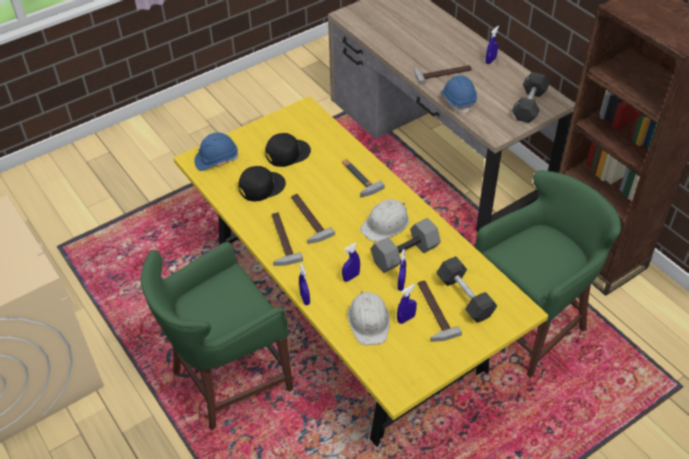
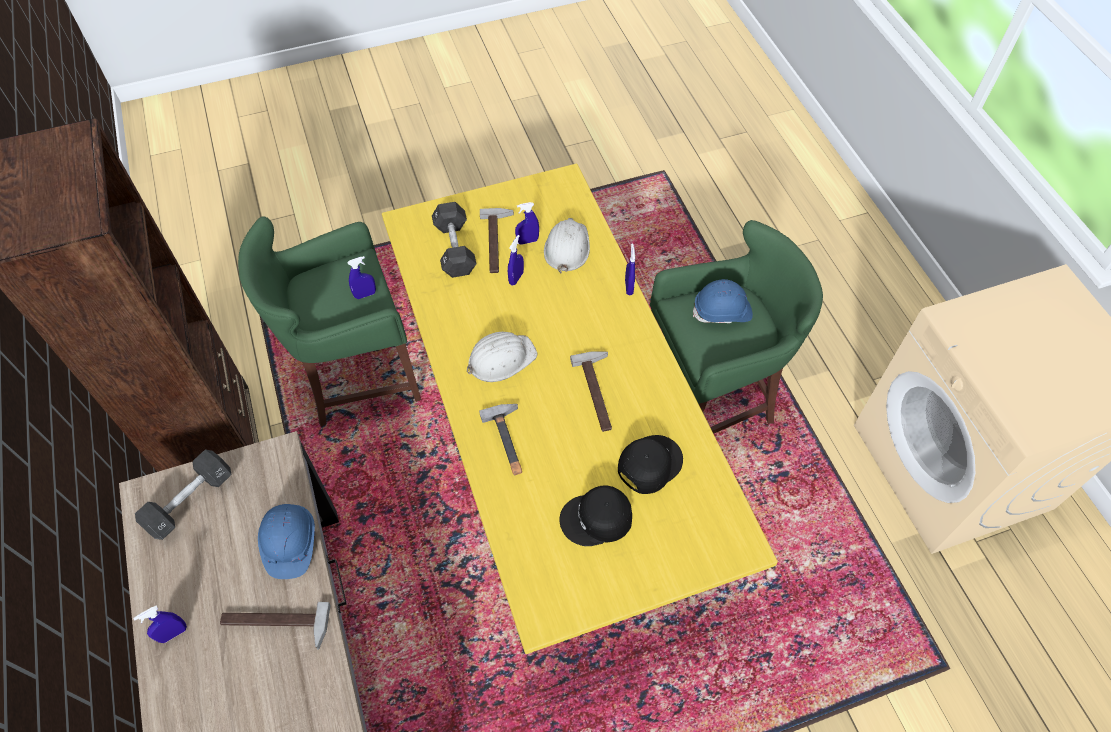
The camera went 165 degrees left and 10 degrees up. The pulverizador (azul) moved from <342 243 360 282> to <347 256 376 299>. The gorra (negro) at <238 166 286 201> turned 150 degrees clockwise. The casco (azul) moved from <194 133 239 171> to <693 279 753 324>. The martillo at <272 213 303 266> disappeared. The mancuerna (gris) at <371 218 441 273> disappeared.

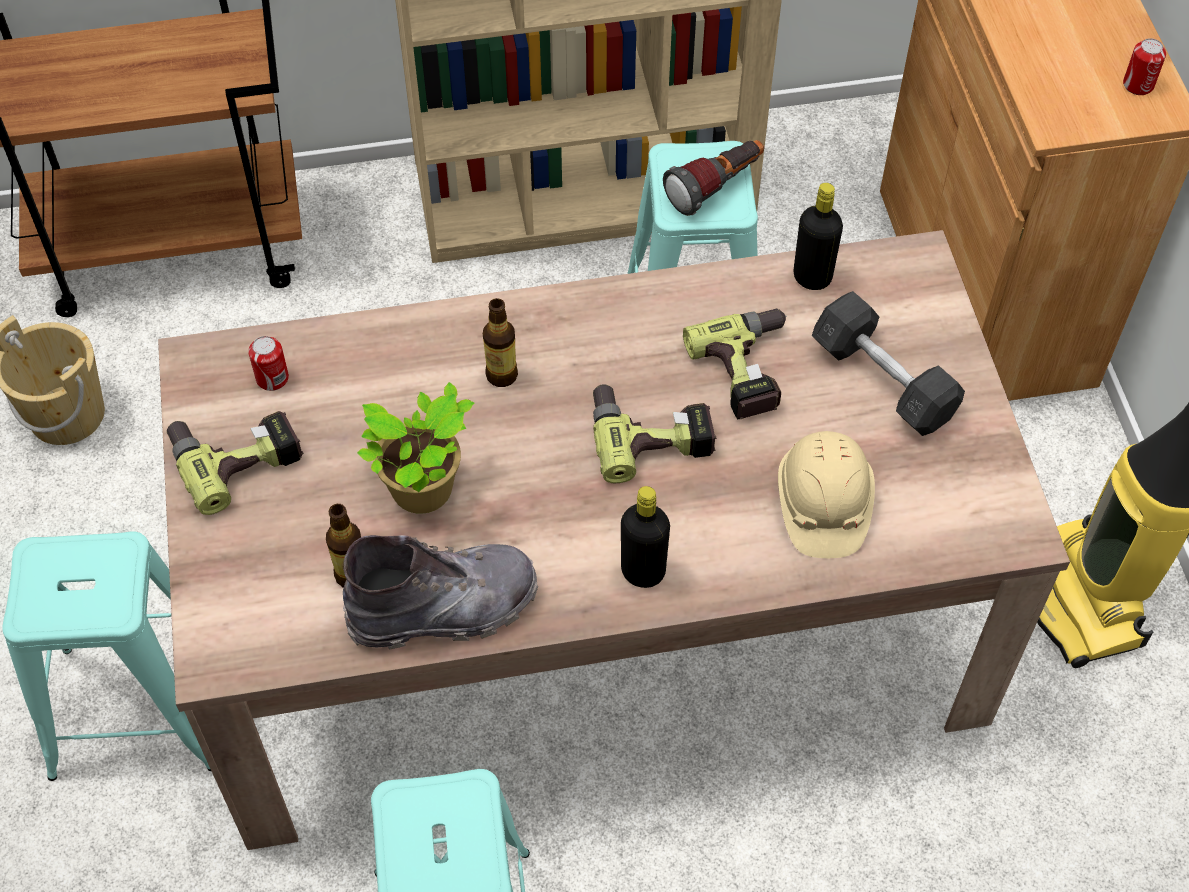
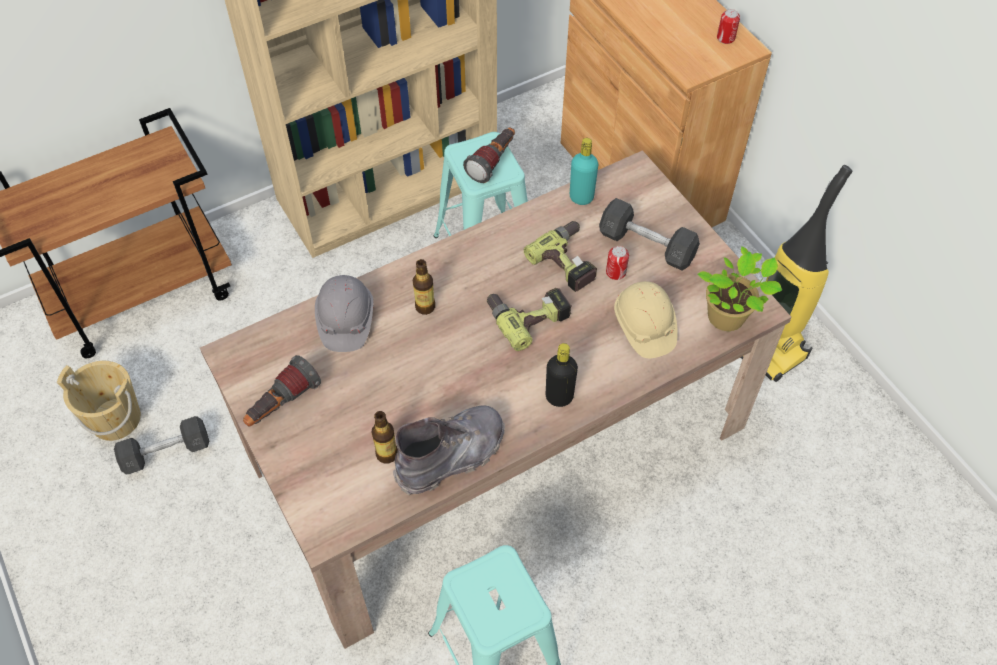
The camera went 20 degrees left and 0 degrees up. The mancuerna (gris) at <114 416 209 475> appeared. The taladro at <167 411 303 515> was replaced by the linterna at <243 355 321 427>. The casco (gris) at <315 275 373 352> appeared. The botella (negro) at <794 183 843 290> became the botella (turquesa) at <570 138 598 205>. The lata moved from <248 336 289 391> to <606 246 629 280>. The planta en maceta moved from <357 382 474 514> to <697 246 782 331>. The taburete (turquesa) at <2 531 211 781> disappeared.

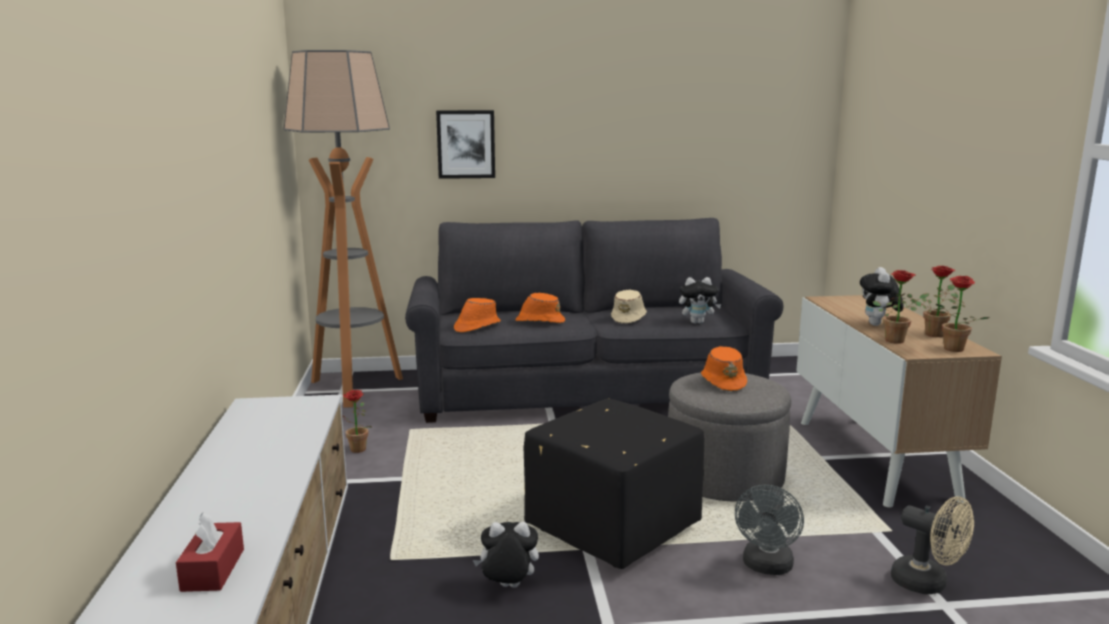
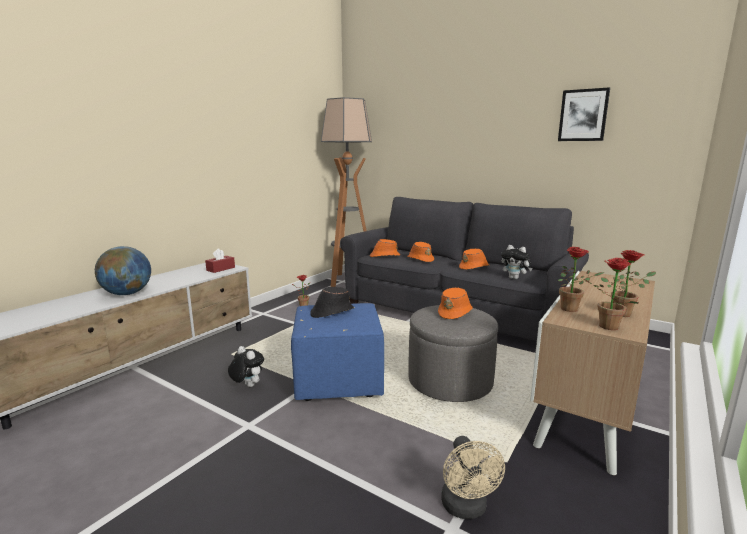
The camera went 40 degrees right and 0 degrees up. The globo terráqueo at <95 246 151 295> appeared. The caja de pañuelos (rojo) moved from <176 512 244 592> to <205 248 235 273>. The puf (negro) at <524 399 704 569> became the puf (azul) at <291 303 384 401>. The sombrero (negro) at <310 287 354 318> appeared. The sombrero (beis) at <611 290 647 324> became the sombrero (naranja) at <459 249 490 270>. The cuadro moved from <436 110 495 179> to <558 87 610 141>. The ventilador (gris) at <735 485 804 575> disappeared. The peluche at <860 267 903 326> disappeared.

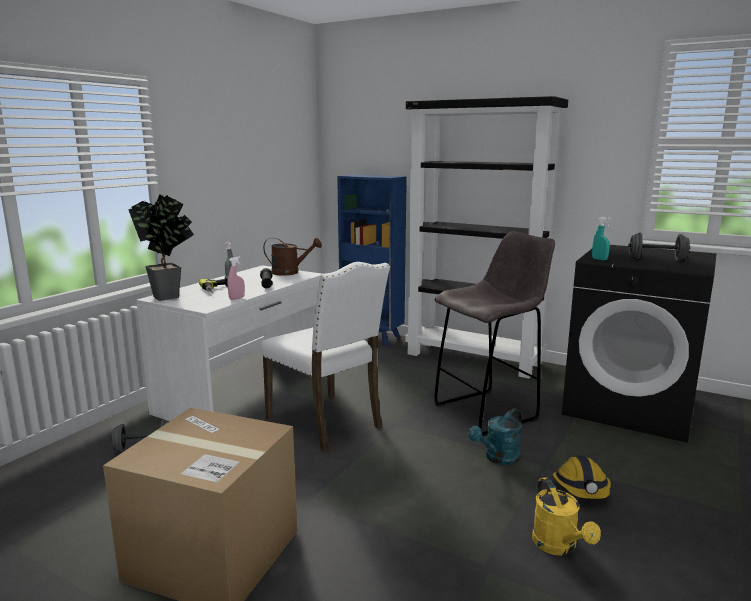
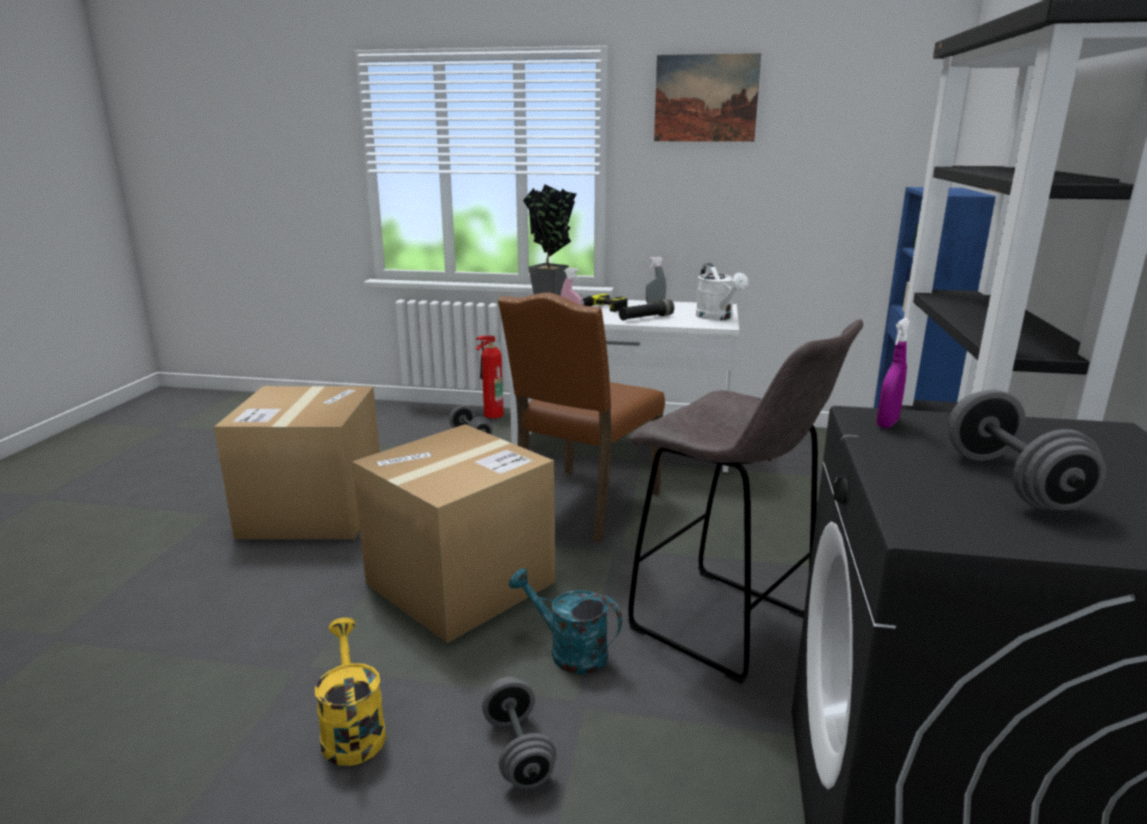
The camera went 70 degrees right and 5 degrees up. The regadera (amarillo) at <532 477 601 556> turned 105 degrees clockwise. The caja de cartón at <352 424 555 643> appeared. The extintor at <476 336 504 419> appeared. The casco at <553 456 611 499> was replaced by the mancuerna (gris) at <482 677 556 789>. The silla (blanco) at <261 262 390 451> became the silla (marrón) at <498 293 665 543>. The cuadro at <654 53 761 142> appeared. The regadera (marrón) at <263 237 322 276> became the regadera (blanco) at <696 263 748 320>. The pulverizador (turquesa) at <592 217 611 260> became the pulverizador (morado) at <877 318 910 428>.

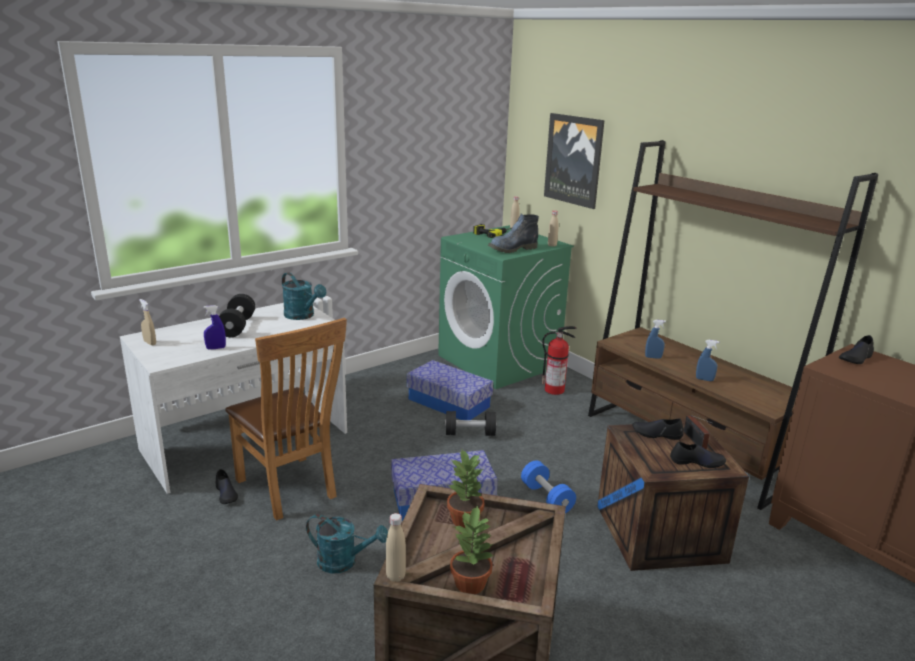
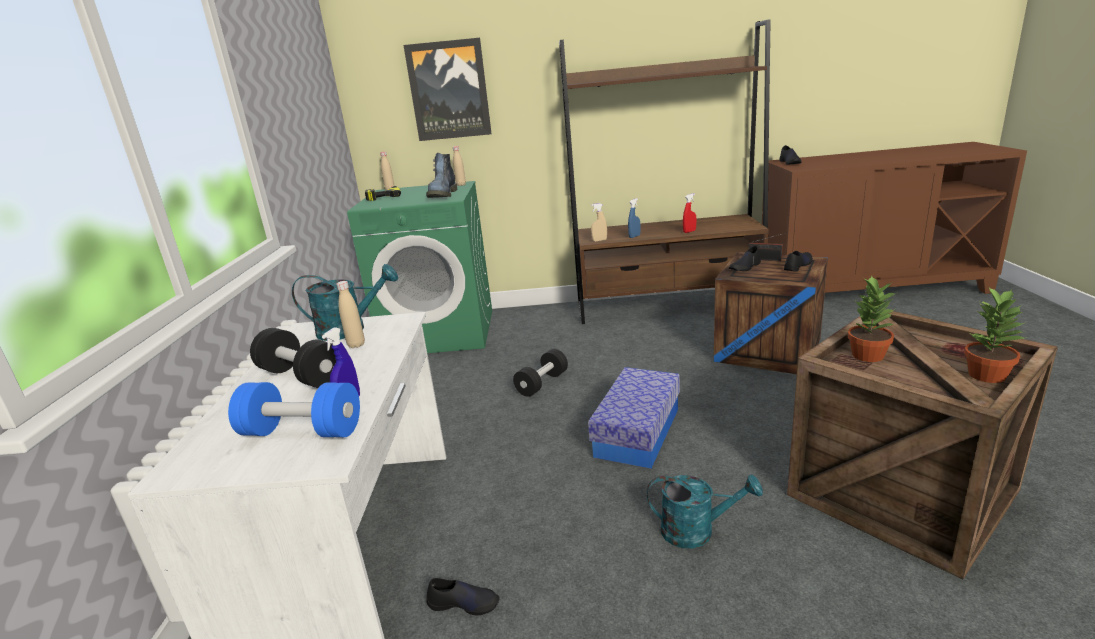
The camera went 50 degrees left and 0 degrees up. The mancuerna (azul) moved from <521 460 576 513> to <228 382 360 437>. The botella (beis) moved from <386 513 406 582> to <337 281 365 348>. The pulverizador (beis) moved from <139 299 156 345> to <591 203 607 242>. The regadera (turquesa) at <306 514 388 574> turned 45 degrees clockwise. The pulverizador (azul) at <696 340 720 381> became the pulverizador (rojo) at <683 193 696 233>. The silla (marrón) at <225 318 347 521> disappeared. The caja de almacenaje at <407 360 493 420> disappeared. The extintor at <542 326 576 395> disappeared.

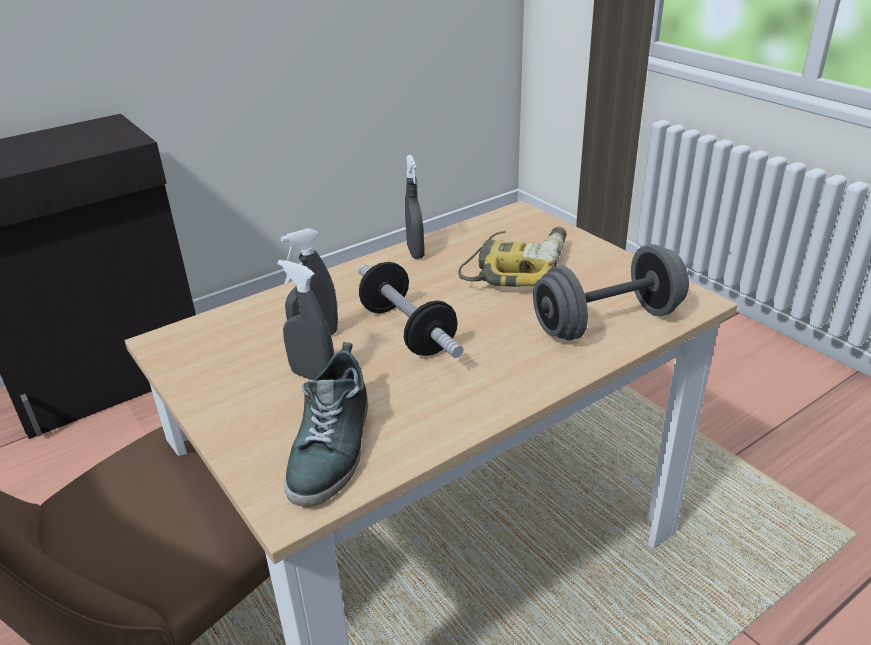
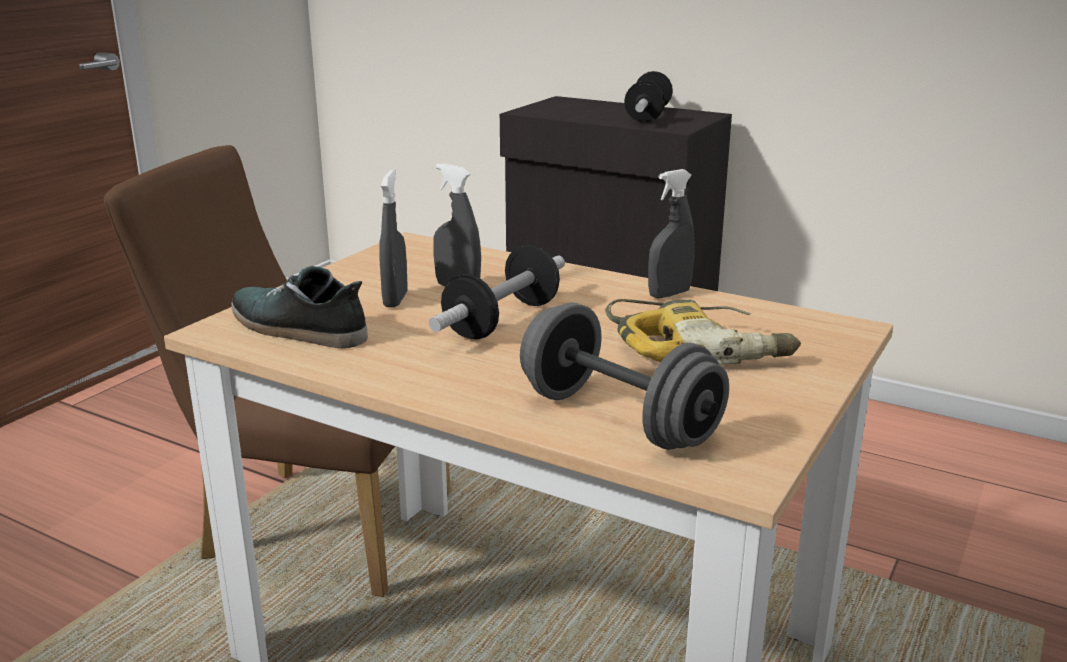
The camera went 65 degrees right and 10 degrees down. The zapato at <284 342 368 507> turned 45 degrees clockwise. The mancuerna at <624 71 673 122> appeared.

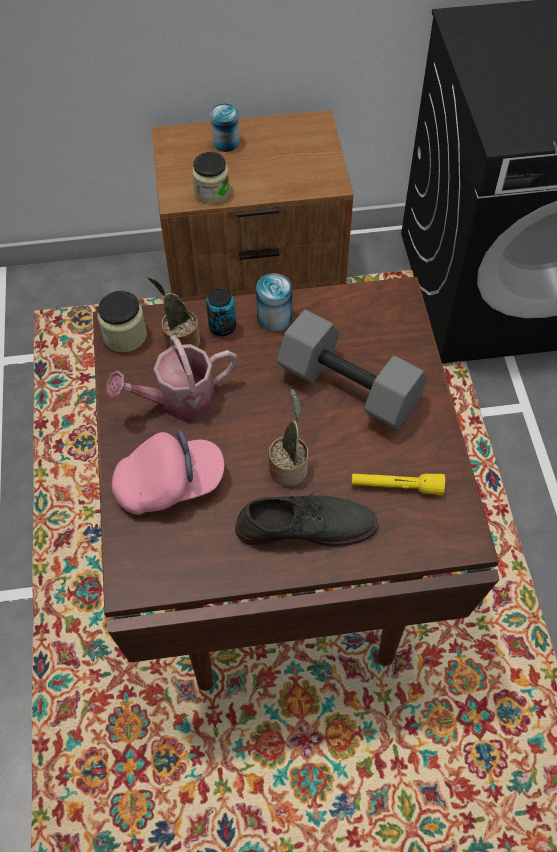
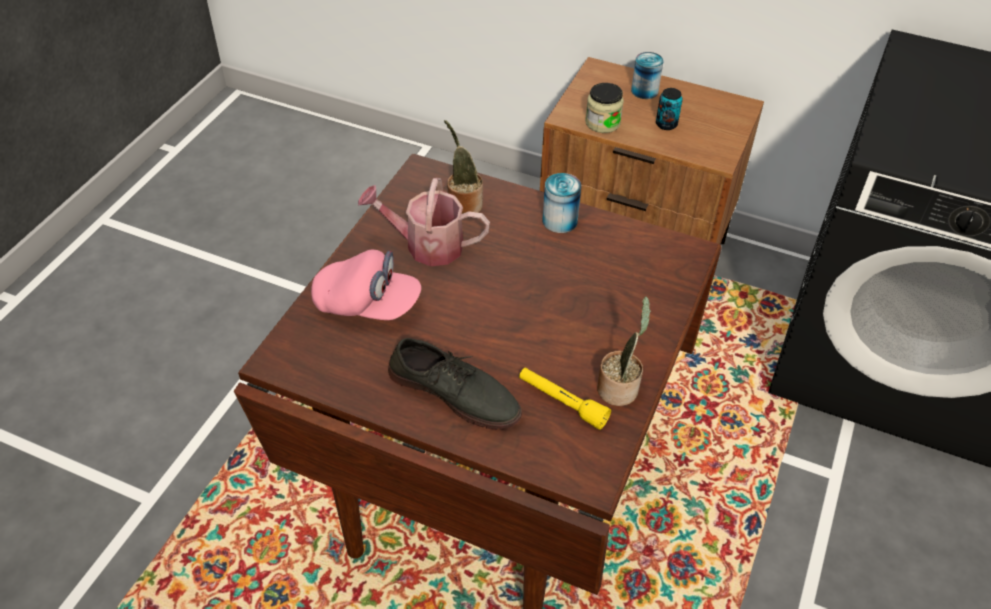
The camera went 30 degrees right and 10 degrees down. The planta en maceta moved from <269 389 308 486> to <597 296 651 406>. The lata moved from <206 288 236 336> to <656 88 683 130>. The tarro at <98 291 147 352> disappeared. The mancuerna (gris) at <277 309 428 431> disappeared.

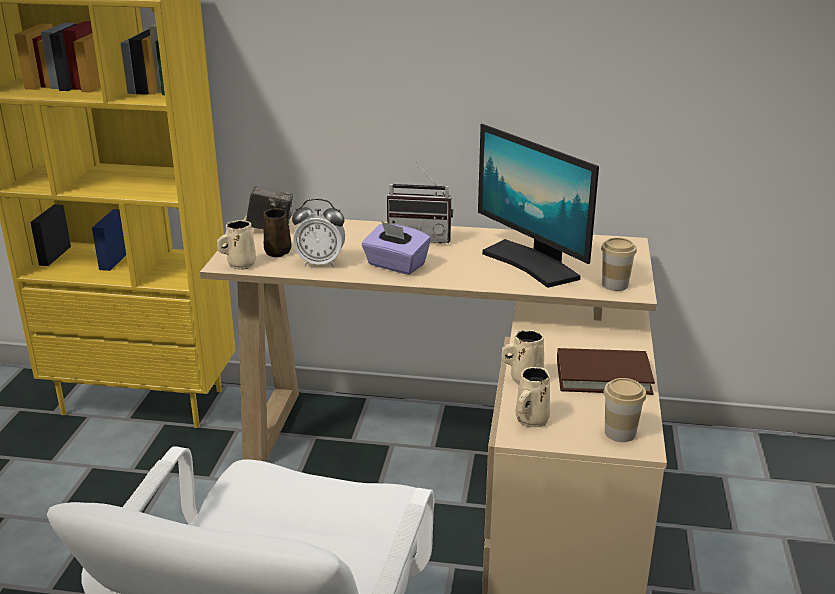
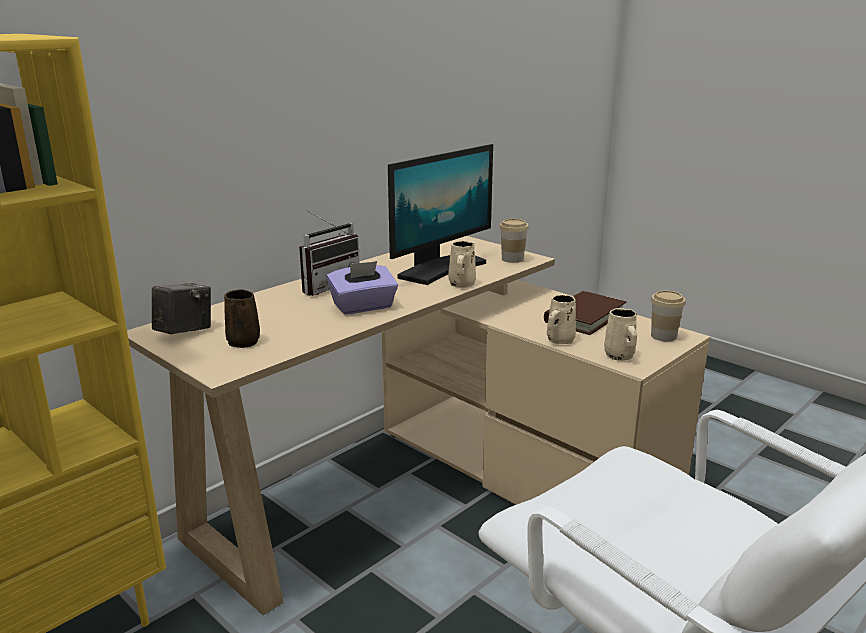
The camera went 55 degrees left and 5 degrees down. The monitor at <478 124 599 288> turned 45 degrees counterclockwise. The taza grande (beis) moved from <217 220 256 270> to <448 241 476 288>. The despertador at <292 199 345 267> disappeared.

